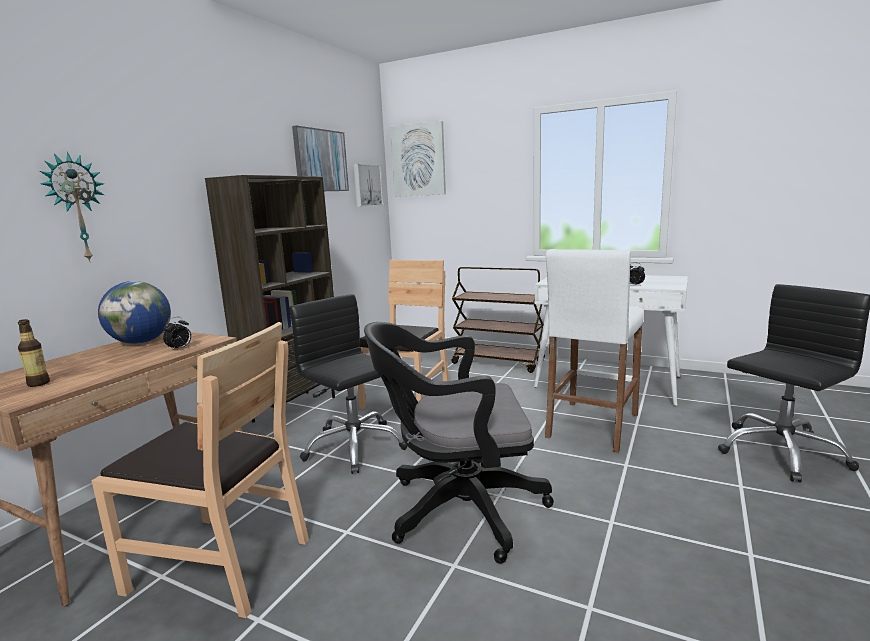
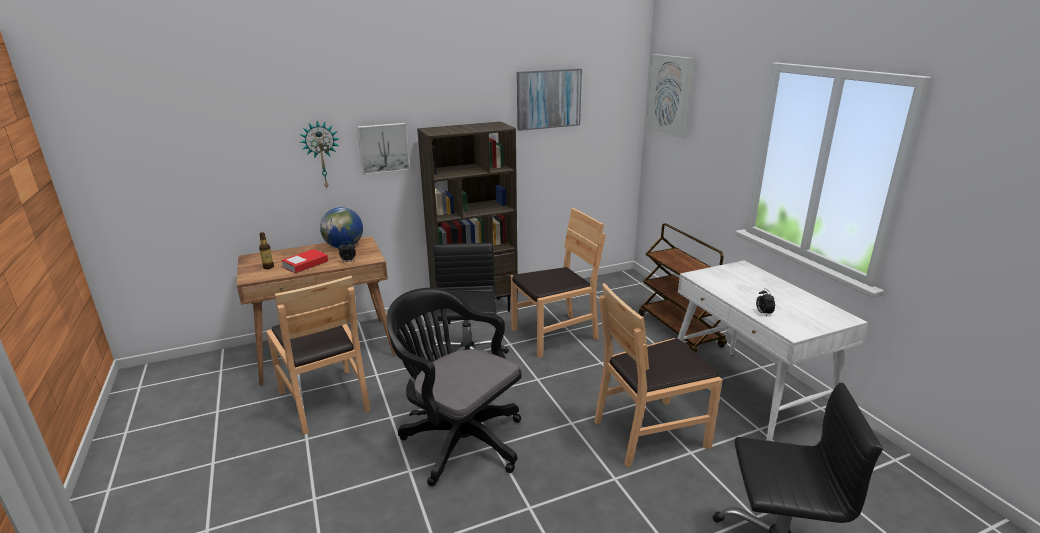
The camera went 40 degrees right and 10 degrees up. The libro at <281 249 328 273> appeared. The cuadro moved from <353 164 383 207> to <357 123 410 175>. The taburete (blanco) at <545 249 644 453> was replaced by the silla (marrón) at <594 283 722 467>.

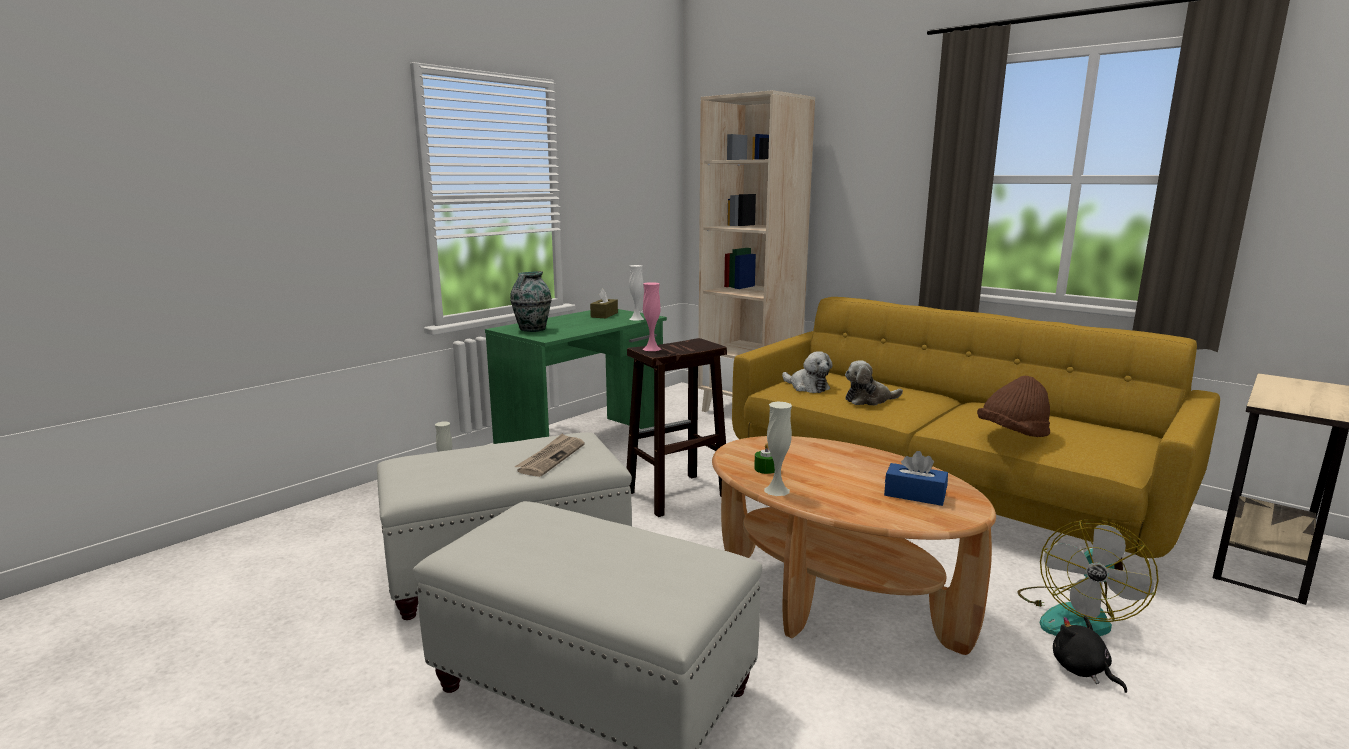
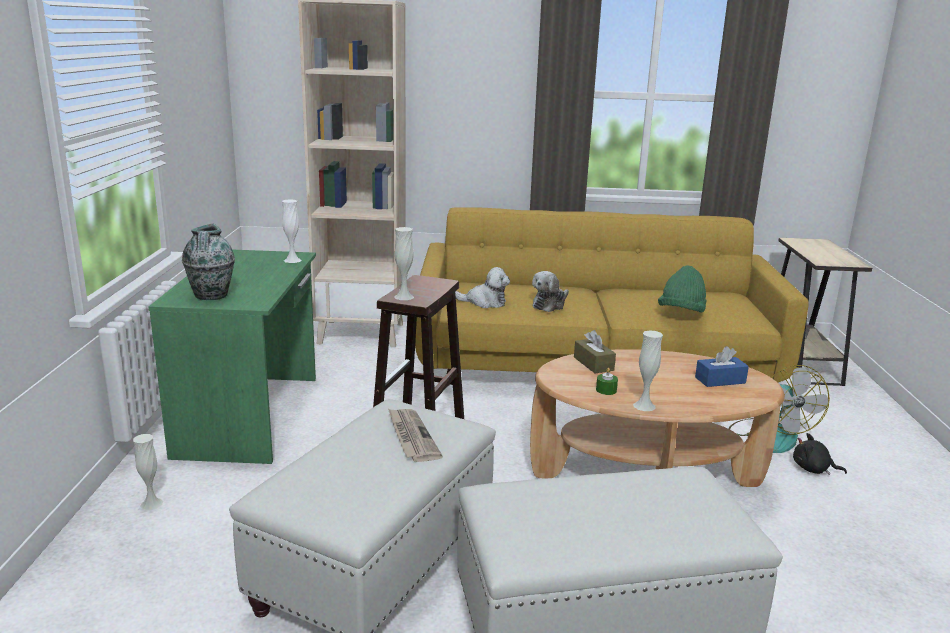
The camera went 40 degrees left and 5 degrees up. The florero (rosa) at <643 282 661 351> became the florero (blanco) at <394 227 414 300>. The caja de pañuelos (marrón) moved from <590 288 618 318> to <574 330 616 373>. The sombrero (marrón) at <977 376 1050 437> became the sombrero (verde) at <658 266 706 313>.

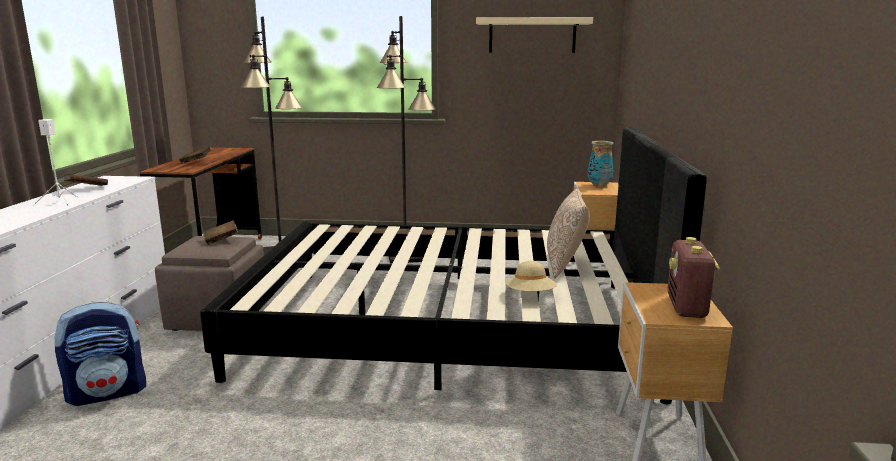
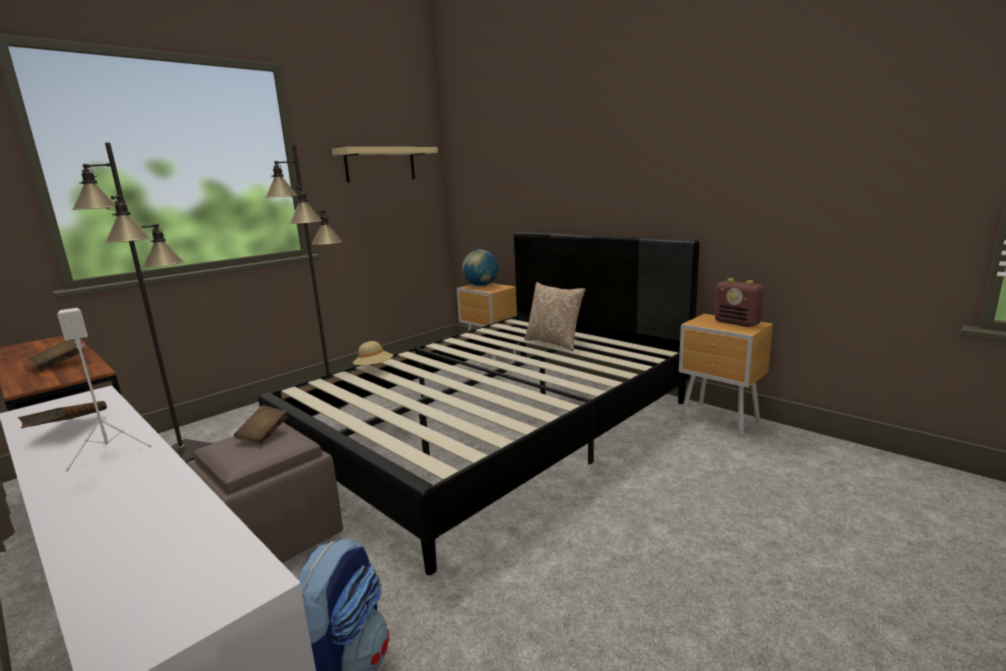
The camera went 50 degrees left and 0 degrees up. The sombrero (beis) moved from <506 261 557 291> to <353 341 393 366>. The florero at <588 141 614 187> was replaced by the globo terráqueo at <462 249 499 287>.

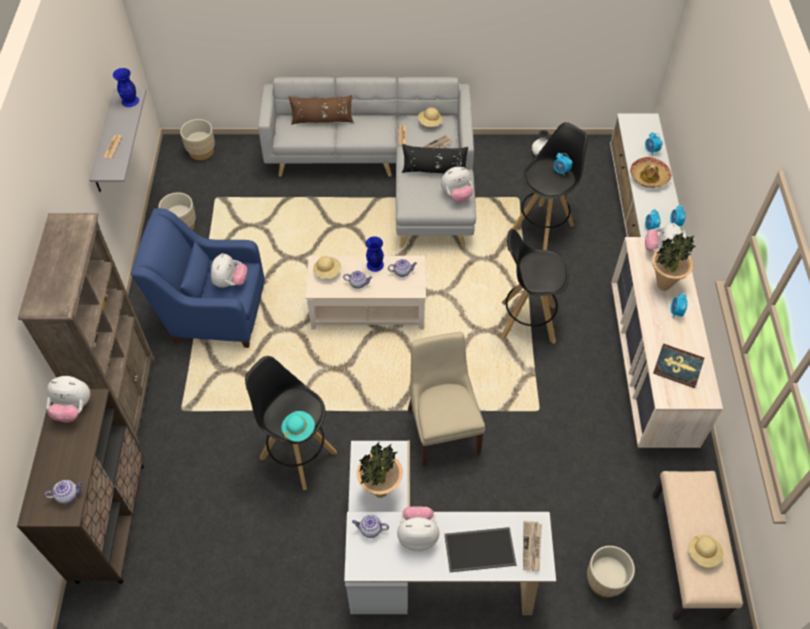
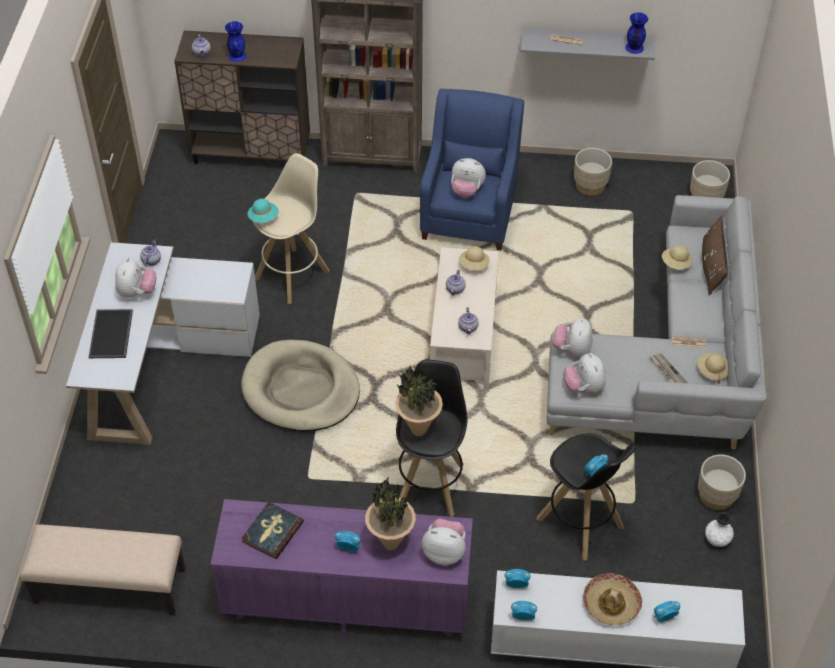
The camera went 95 degrees right and 5 degrees down. The cómoda (beis) at <611 237 723 448> became the cómoda (morado) at <210 499 473 637>. The florero (azul) moved from <366 236 384 272> to <225 21 246 62>. The silla (beis) at <408 332 485 467> was replaced by the cama para perro (beis) at <241 340 360 432>. The taburete (negro) at <245 356 337 490> became the taburete (beis) at <253 153 330 304>. The planta en maceta moved from <356 442 403 498> to <395 366 443 436>. The peluche moved from <46 376 90 422> to <553 317 593 357>. The sombrero (beis) moved from <688 535 724 567> to <662 245 693 270>. The maceta (beis) moved from <587 546 635 597> to <698 454 746 510>. The cojín (negro) at <402 144 468 173> disappeared. The periódico at <523 521 542 572> disappeared.

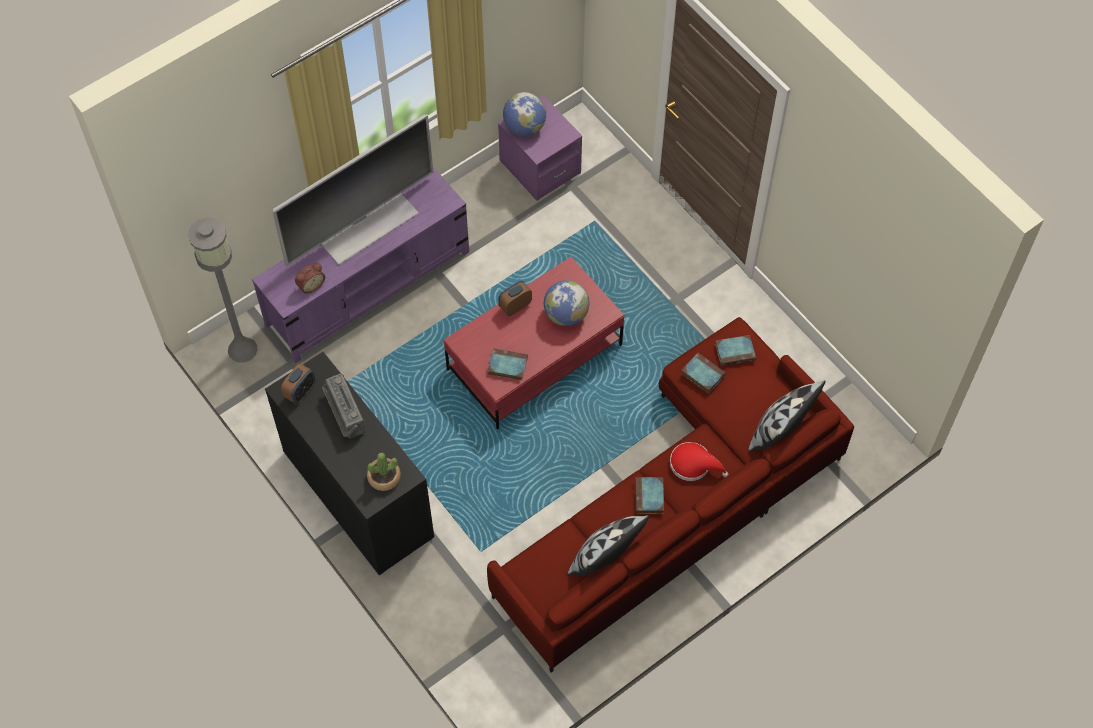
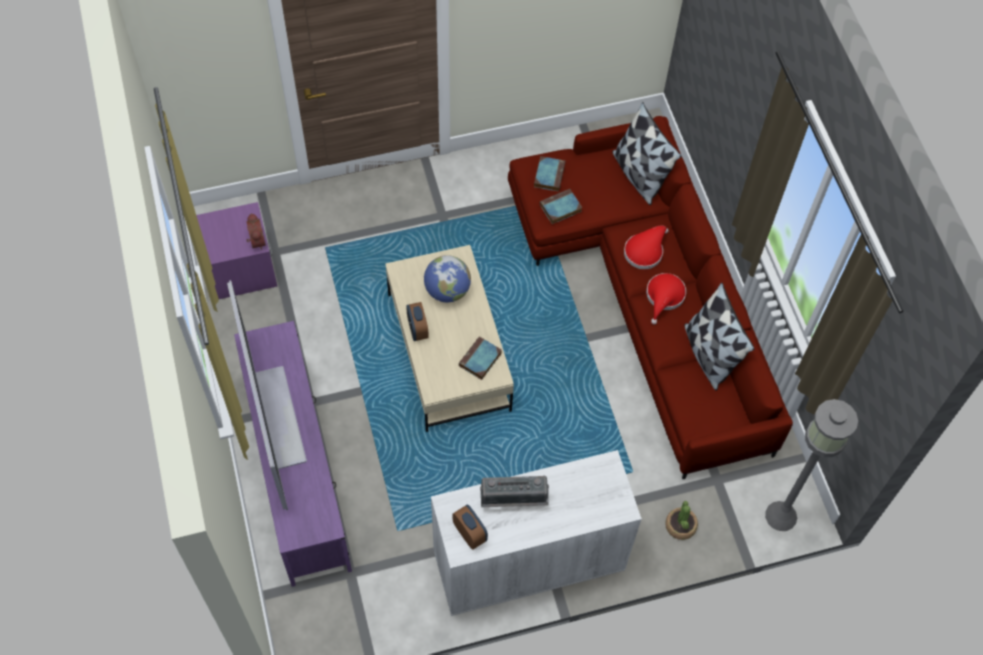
The camera went 70 degrees left and 0 degrees up. The despertador moved from <295 263 325 294> to <246 213 266 250>. The mesa de centro (rojo) at <444 257 624 430> became the mesa de centro (beis) at <385 245 514 432>. The armario (negro) at <265 352 434 575> became the armario (blanco) at <431 450 642 616>. The libro at <635 477 664 514> was replaced by the sombrero (rojo) at <646 273 686 324>. The planta en maceta moved from <367 453 401 491> to <665 501 698 540>. The lámpara de pie (gris) moved from <188 217 257 363> to <765 399 858 531>. The globo terráqueo at <503 92 546 136> disappeared.

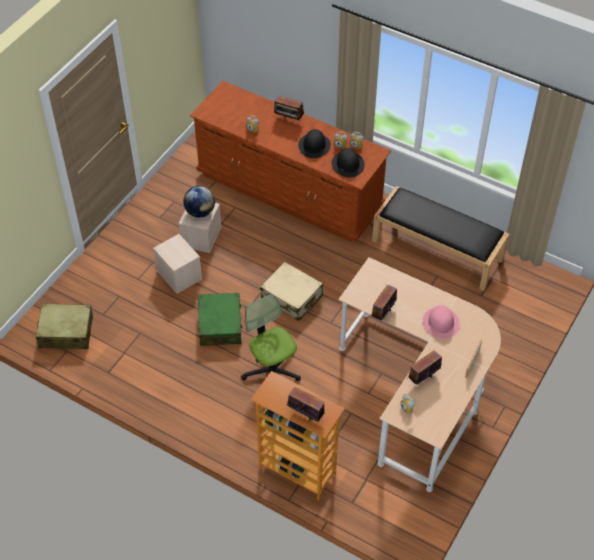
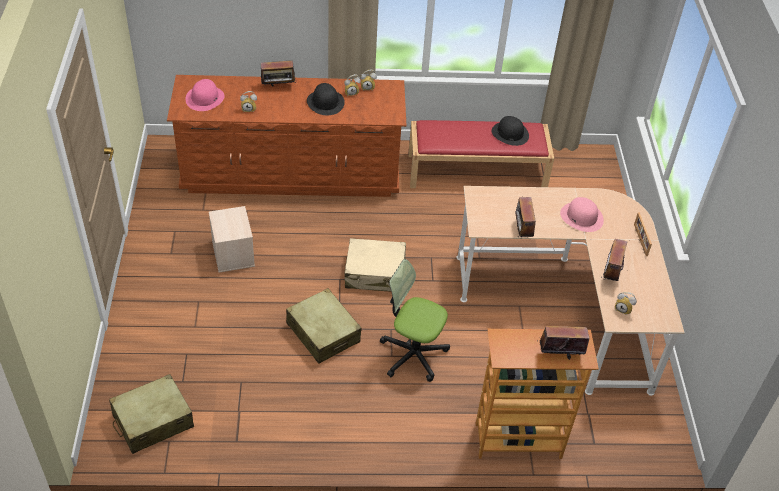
The camera went 35 degrees left and 5 degrees down. The sombrero (rosa) at <185 79 225 111> appeared. The maleta (verde) at <198 293 243 346> became the maleta (beis) at <286 288 362 364>. The banco (negro) at <372 186 509 291> became the banco (rojo) at <409 120 554 188>. The sombrero (negro) moved from <332 148 365 177> to <492 116 529 146>. The caja de almacenaje (beis) at <153 234 202 294> disappeared. The globo terráqueo at <183 186 215 218> disappeared.

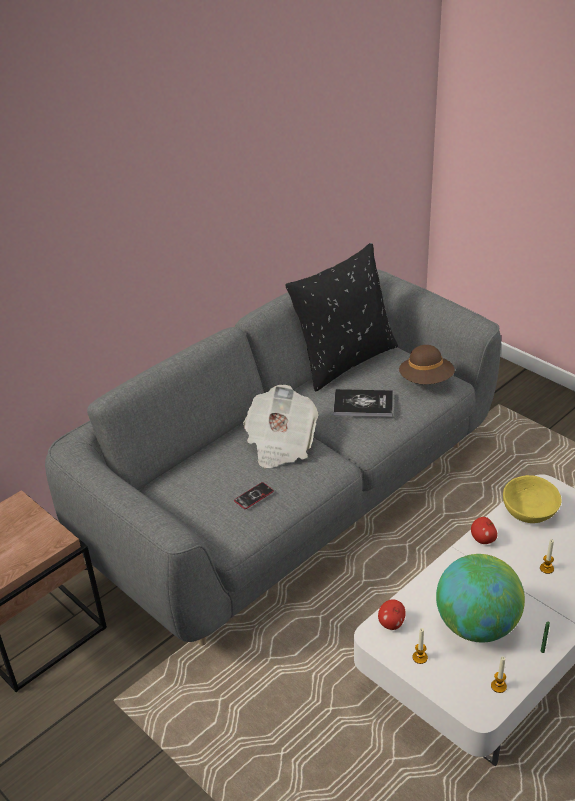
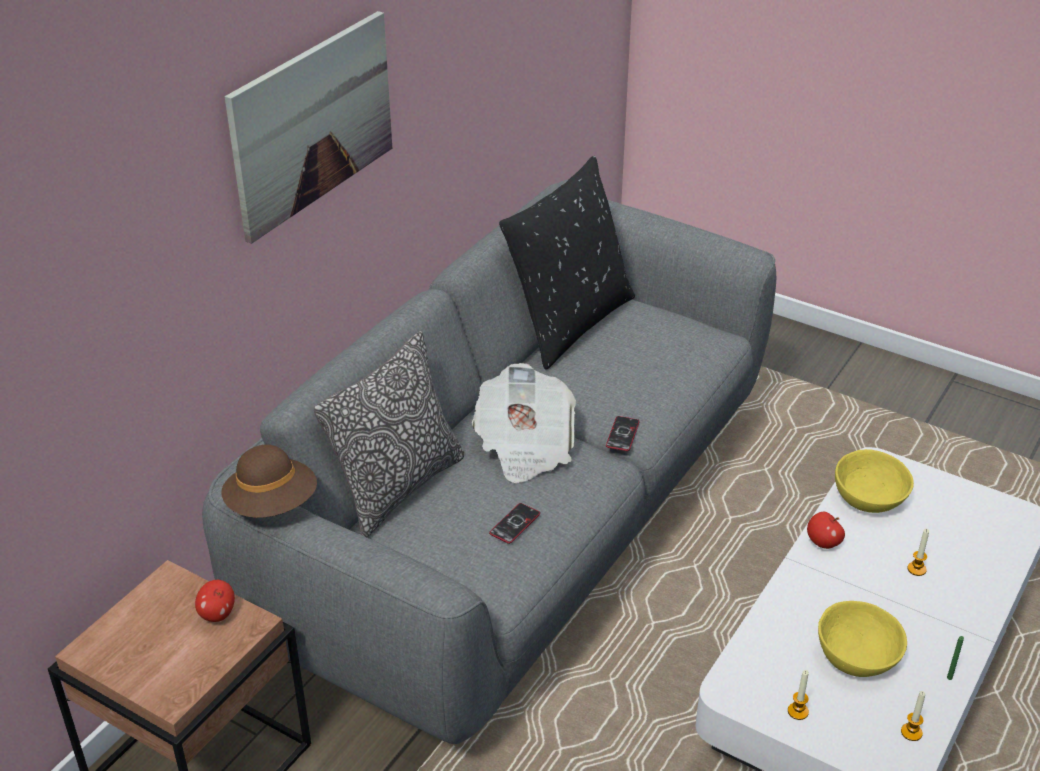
The camera went 15 degrees left and 0 degrees up. The manzana moved from <378 599 405 630> to <195 580 235 622>. The sombrero (marrón) moved from <399 345 455 384> to <221 445 317 518>. The cuadro at <225 11 392 244> appeared. The cojín at <314 331 464 537> appeared. The móvil at <606 416 640 451> appeared. The globo terráqueo at <436 554 525 642> was replaced by the cuenco (amarillo) at <818 601 907 677>. The libro at <333 389 393 417> disappeared.

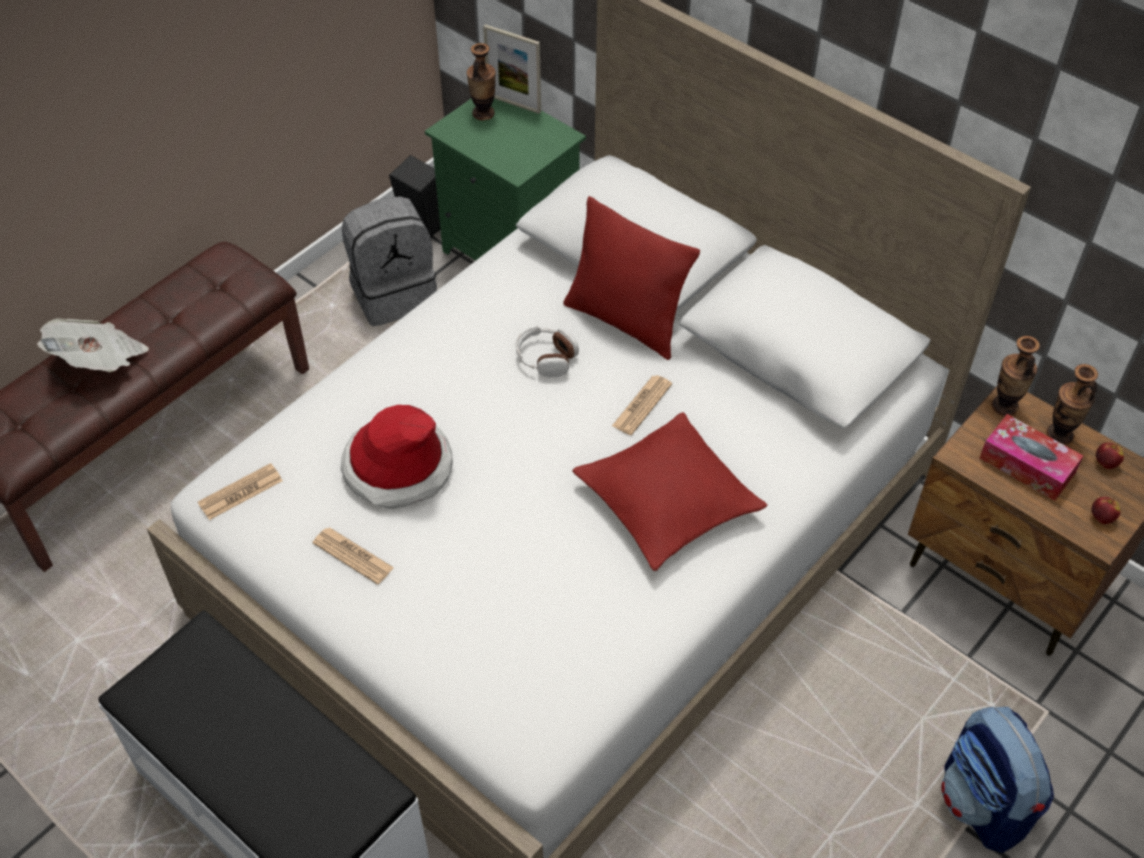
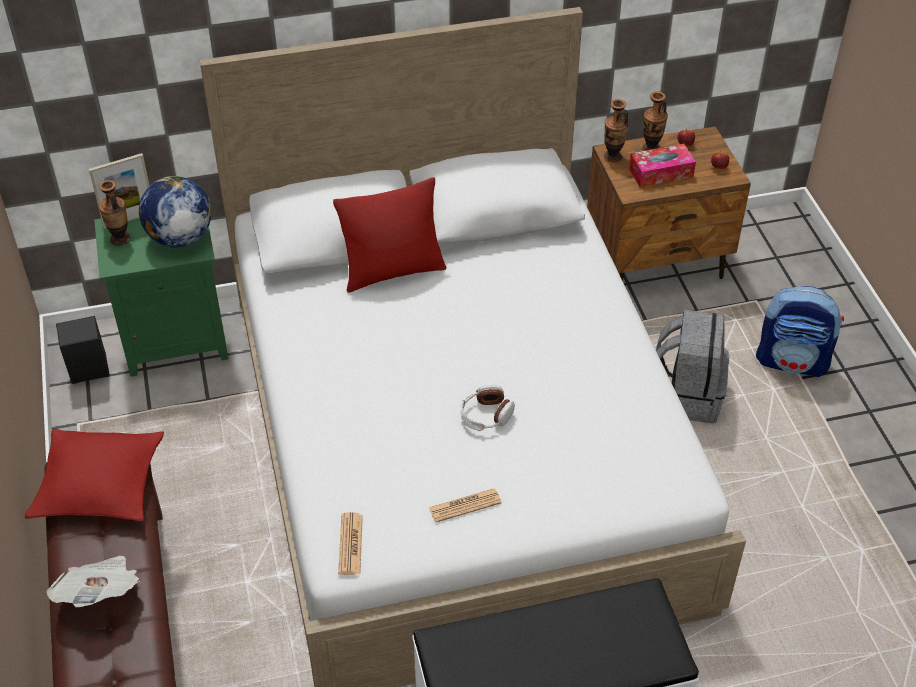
The camera went 55 degrees left and 5 degrees down. The cojín (rojo) moved from <572 412 768 571> to <25 429 164 522>. The globo terráqueo at <139 176 211 248> appeared. The auriculares moved from <516 326 579 377> to <461 385 515 431>. The mochila (gris) moved from <342 196 437 326> to <656 310 729 424>. The sombrero at <341 405 453 509> disappeared. The periódico at <612 375 672 435> disappeared.

